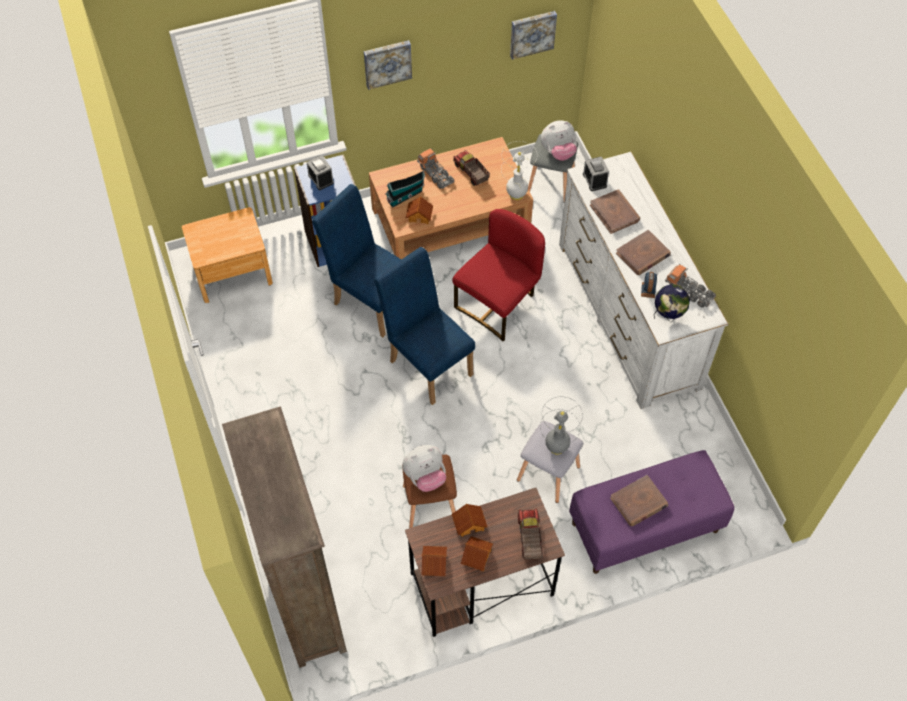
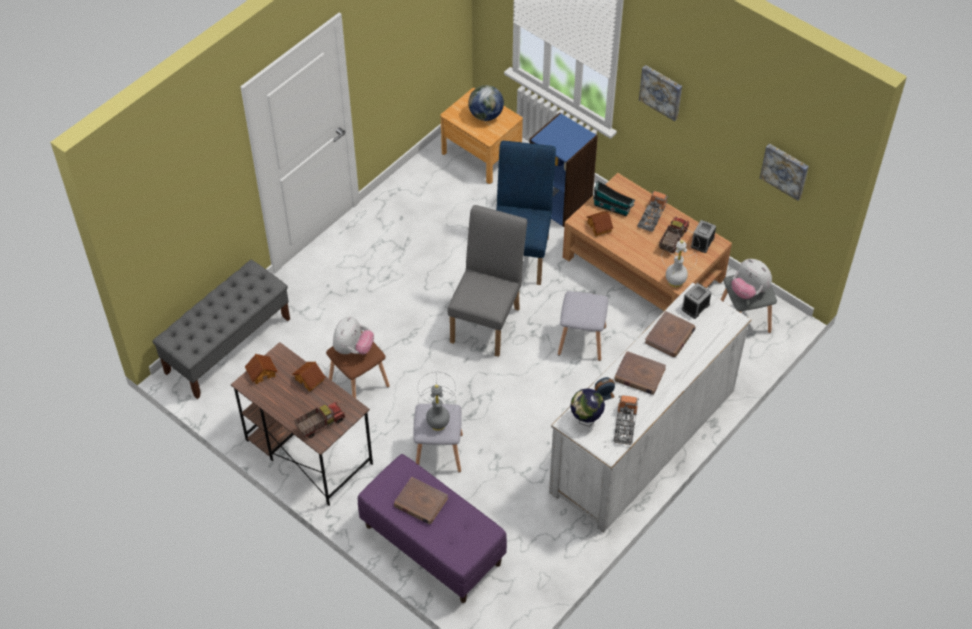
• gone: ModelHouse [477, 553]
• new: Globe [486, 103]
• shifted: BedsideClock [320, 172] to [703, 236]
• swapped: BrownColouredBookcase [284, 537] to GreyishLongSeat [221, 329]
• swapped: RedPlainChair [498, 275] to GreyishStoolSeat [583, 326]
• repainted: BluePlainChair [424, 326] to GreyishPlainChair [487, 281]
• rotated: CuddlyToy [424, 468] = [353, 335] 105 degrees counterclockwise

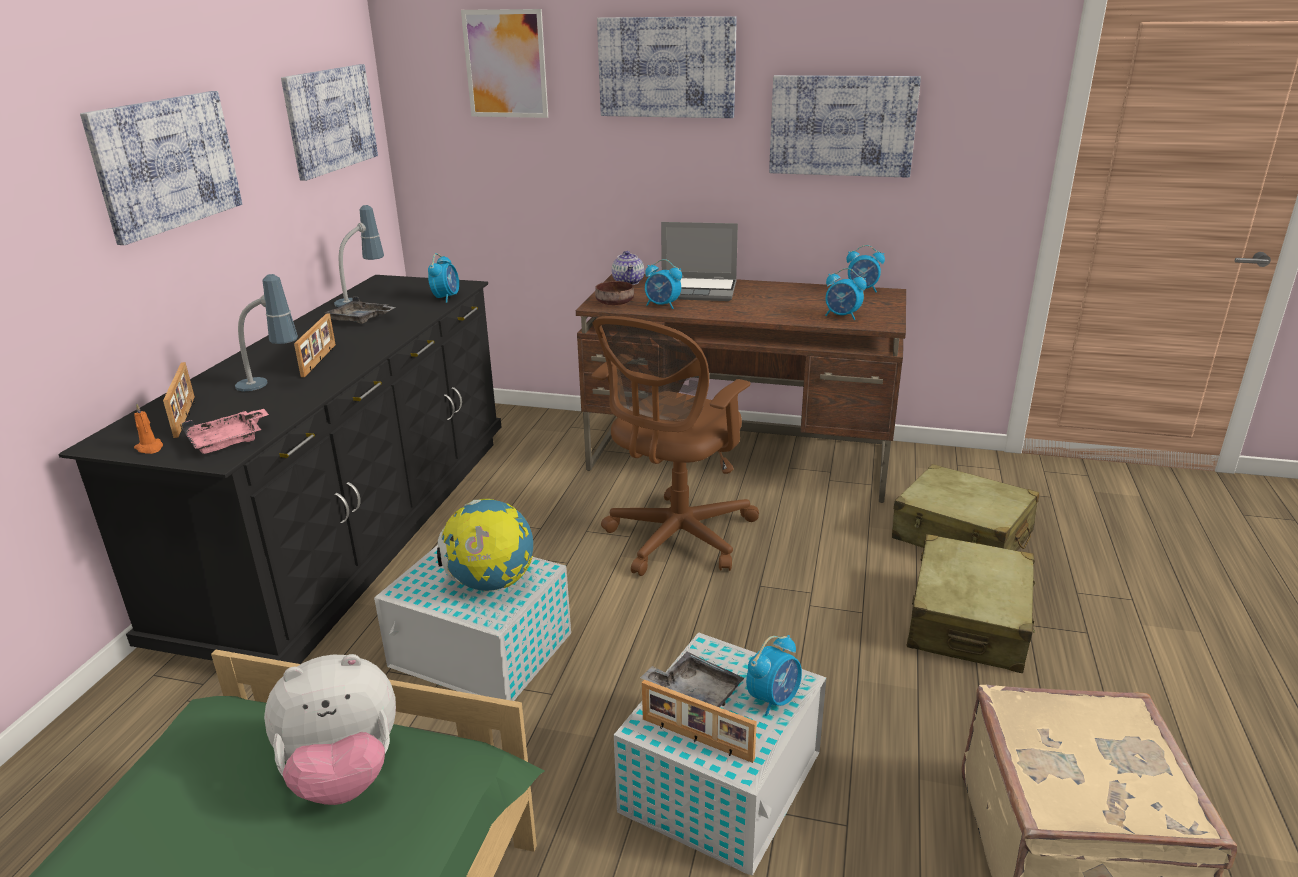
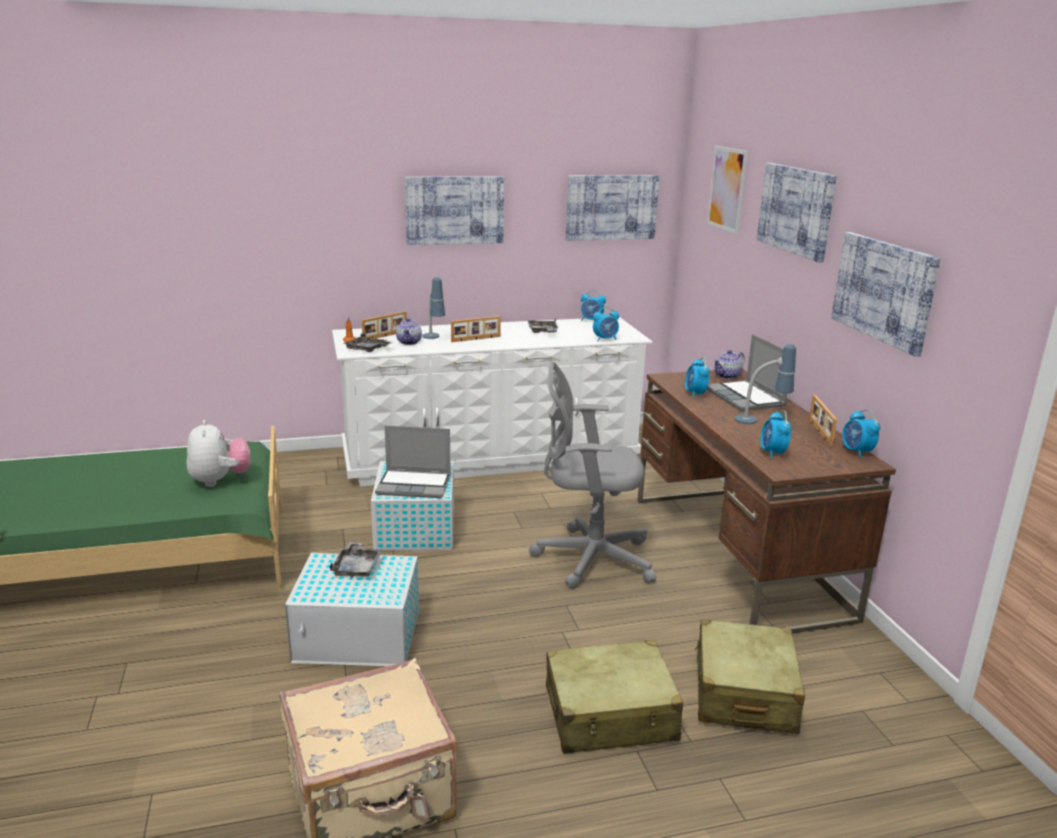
• gone: BrownColouredBowl [614, 293]
• new: Teapot [409, 331]
• shifted: TabletopLamp [359, 256] to [765, 384]
• shifted: PhotoFrame [699, 721] to [823, 420]
• shifted: BedsideClock [774, 675] to [593, 305]
• swapped: Globe [485, 545] to PortableComputer [413, 462]
• repainted: BlackishDrawerChest [279, 469] to WhiteColouredDrawerChest [492, 402]
• repainted: PinkColouredCarryingTray [225, 431] to GreyishCarryingTray [368, 342]
• repainted: BrownColouredComputerChair [675, 446] to GreyishComputerChair [592, 475]
• rotated: CuddlyToy [330, 729] = [219, 453] 150 degrees counterclockwise

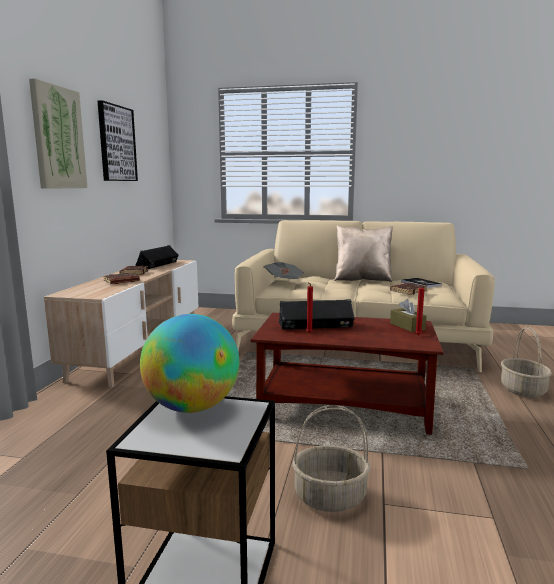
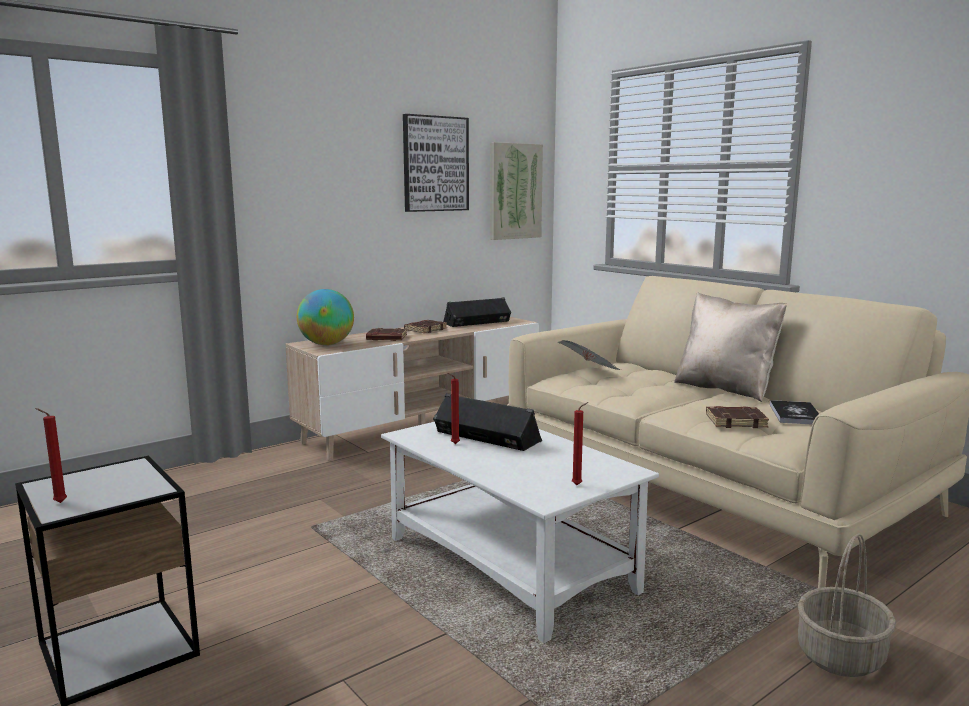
• gone: HouseholdBasket [331, 458]
• gone: BrownColouredBoxOfTissues [408, 315]
• new: RedCandle [51, 455]
• shifted: WallPicture [58, 133] to [516, 191]
• shifted: Globe [189, 363] to [325, 317]
• repainted: BrownColouredCoffeeTable [347, 374] to WhiteColouredCoffeeTable [520, 532]

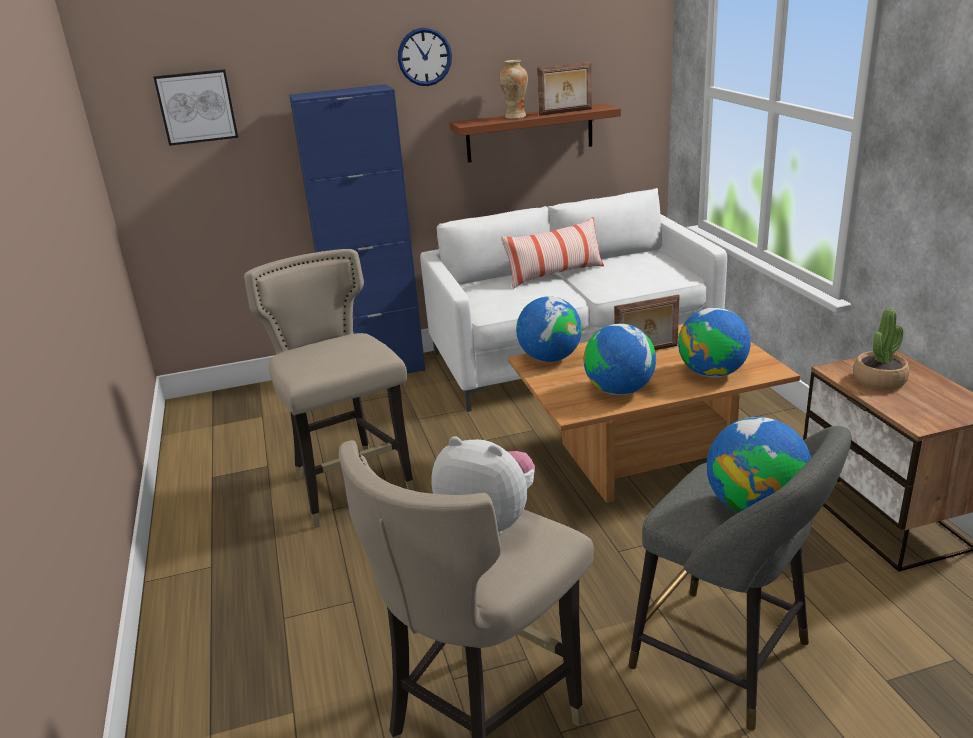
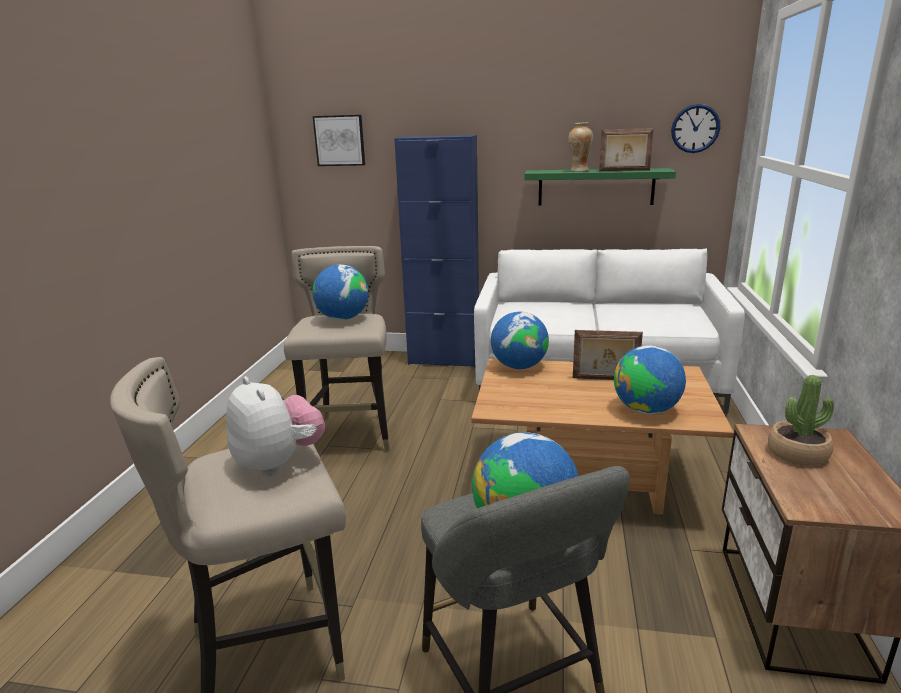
• gone: ThrowPillow [552, 253]
• shifted: ClockOnTheWall [425, 57] to [695, 128]
• shifted: Globe [620, 359] to [340, 292]
• repainted: BrownColouredShelf [535, 133] to GreenShelf [600, 187]

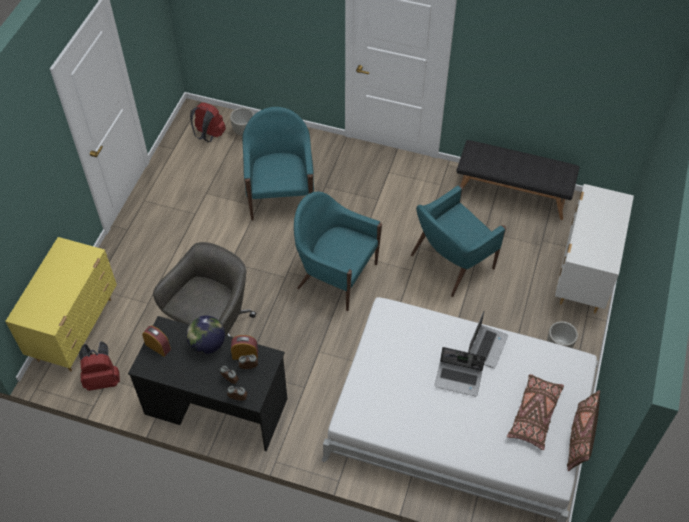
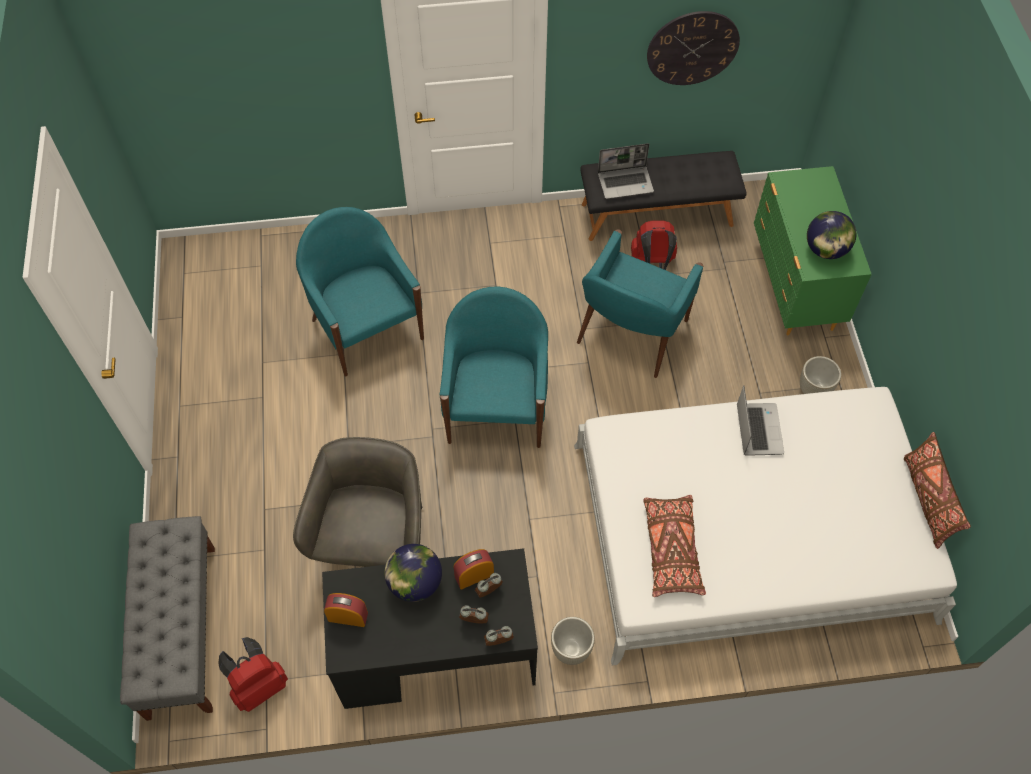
• new: ClockOnTheWall [693, 48]
• new: Globe [831, 235]
• shifted: RedKnapsack [208, 122] to [654, 245]
• shifted: GreyishFlowerPot [242, 122] to [573, 641]
• shifted: PortableComputer [460, 371] to [626, 171]
• shifted: BrownColouredThrowPillow [535, 412] to [674, 546]
• swapped: YellowDrawerChest [61, 304] to GreyishLongSeat [167, 618]
• repainted: WhiteColouredDrawerChest [594, 248] to GreenDrawerChest [813, 250]
• rotated: TurquoiseEasyChair [338, 251] = [494, 367] 90 degrees clockwise

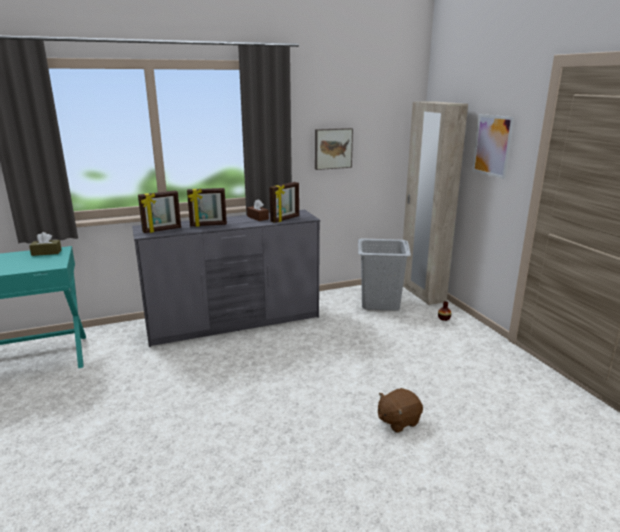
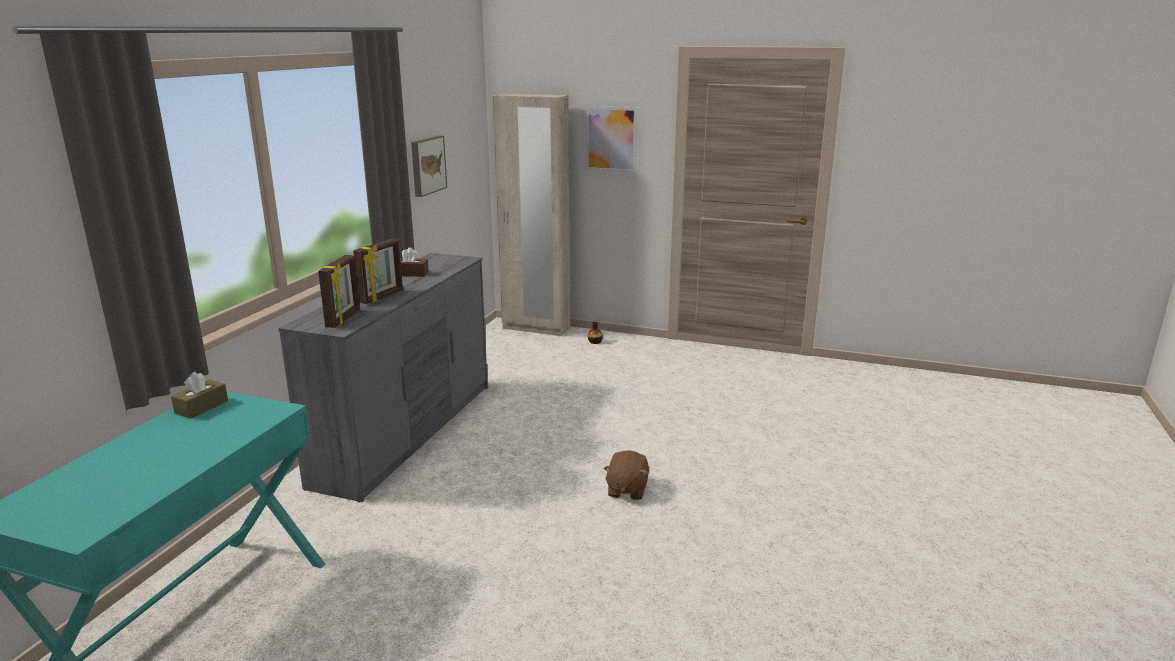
• gone: PhotoFrame [284, 202]
• gone: GreyishLaundryBasket [384, 274]
• shifted: BrownColouredCuddlyToy [400, 410] to [626, 475]

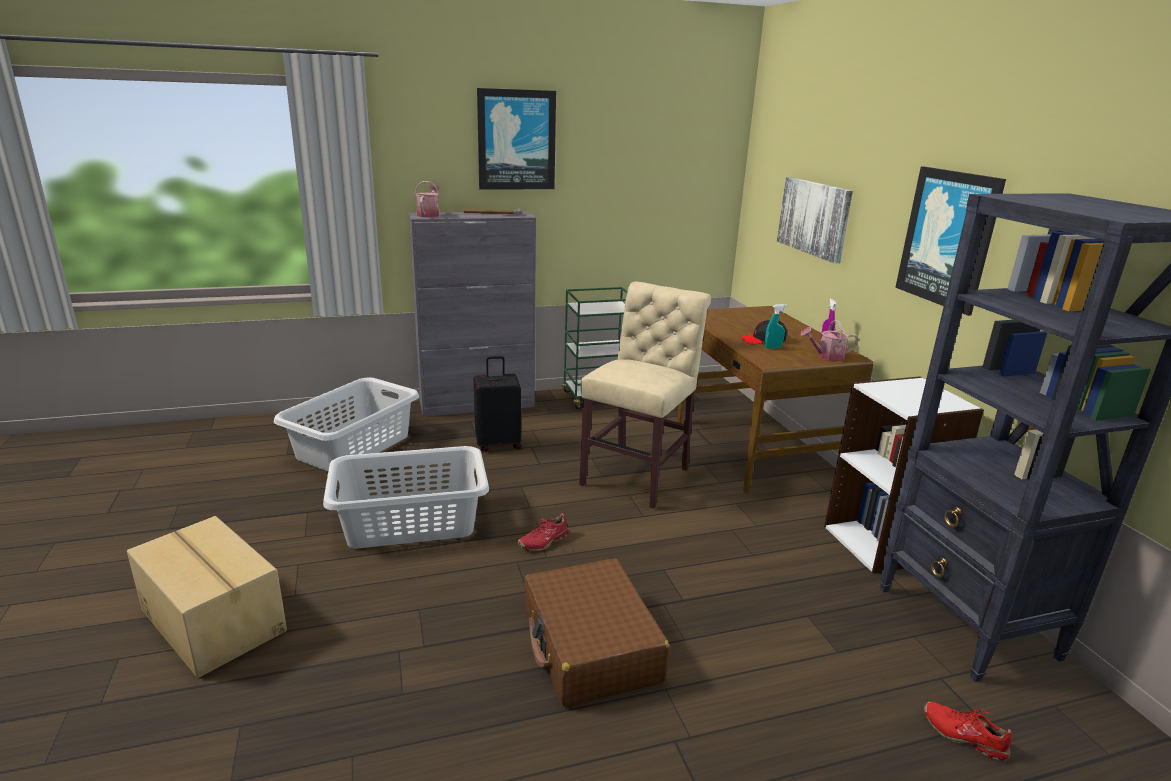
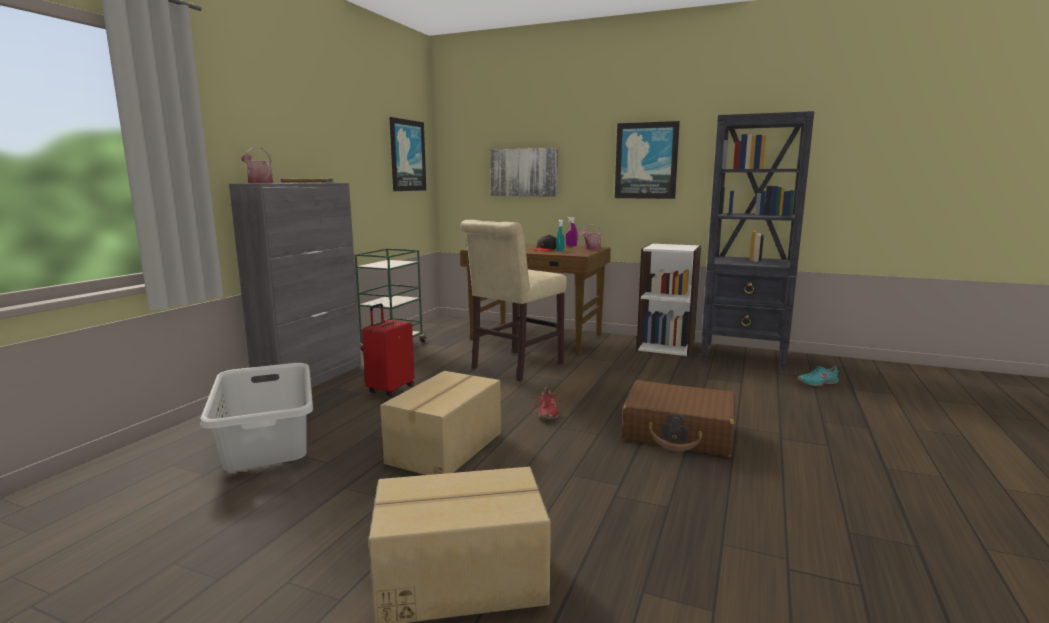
• shifted: WallPicture [516, 138] to [407, 154]
• swapped: GreyishLaundryBasket [406, 497] to PackingBox [440, 423]
• repainted: BlackishSuitcase [497, 404] to RedSuitcase [388, 350]
• repainted: RedShoe [968, 731] to TurquoiseShoe [818, 376]
• rotated: BeigeColouredPlainChair [645, 395] = [513, 301] 120 degrees counterclockwise

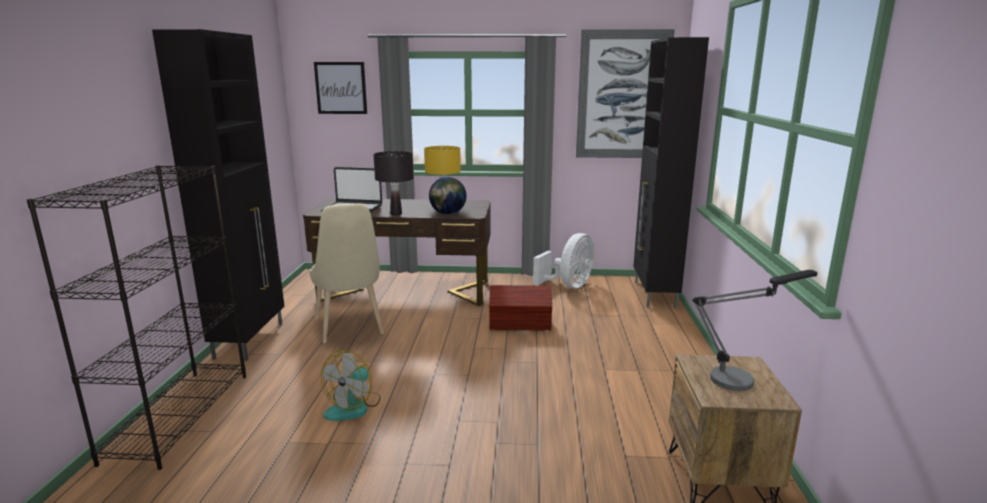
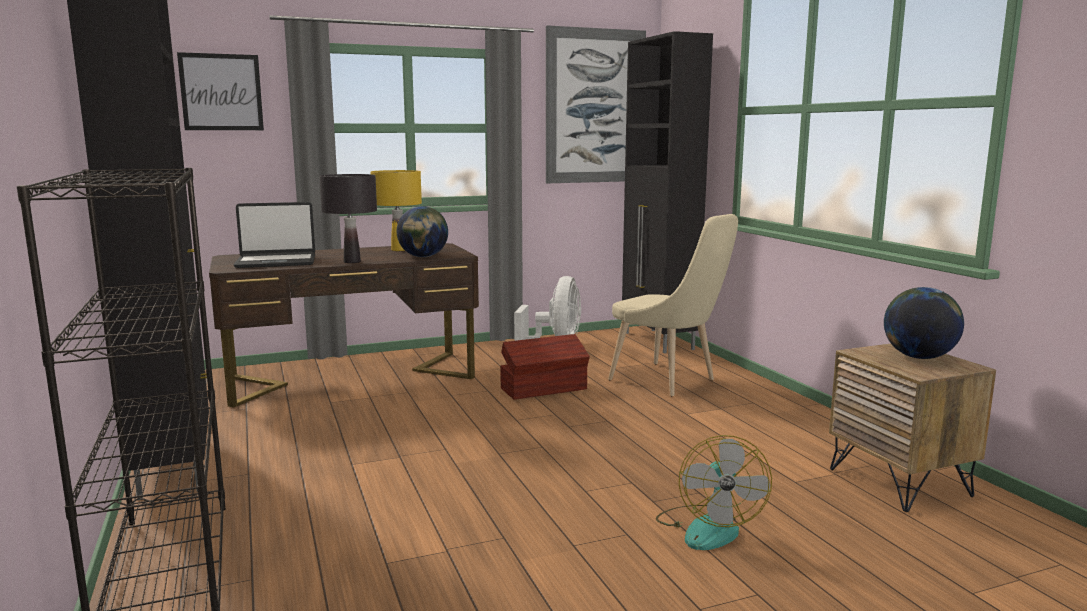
• shifted: BeigeColouredPlainChair [346, 273] to [673, 305]
• shifted: ElectricFan [351, 385] to [714, 492]
• swapped: TabletopLamp [754, 330] to Globe [924, 323]

